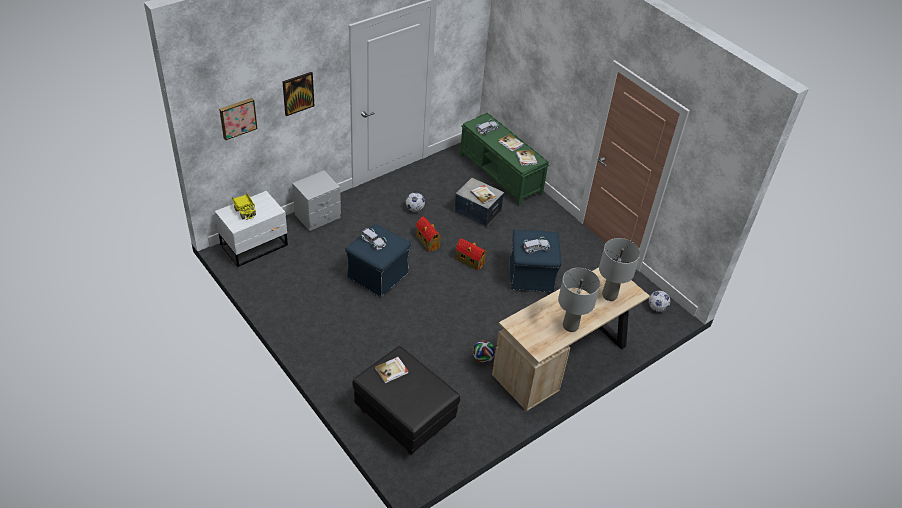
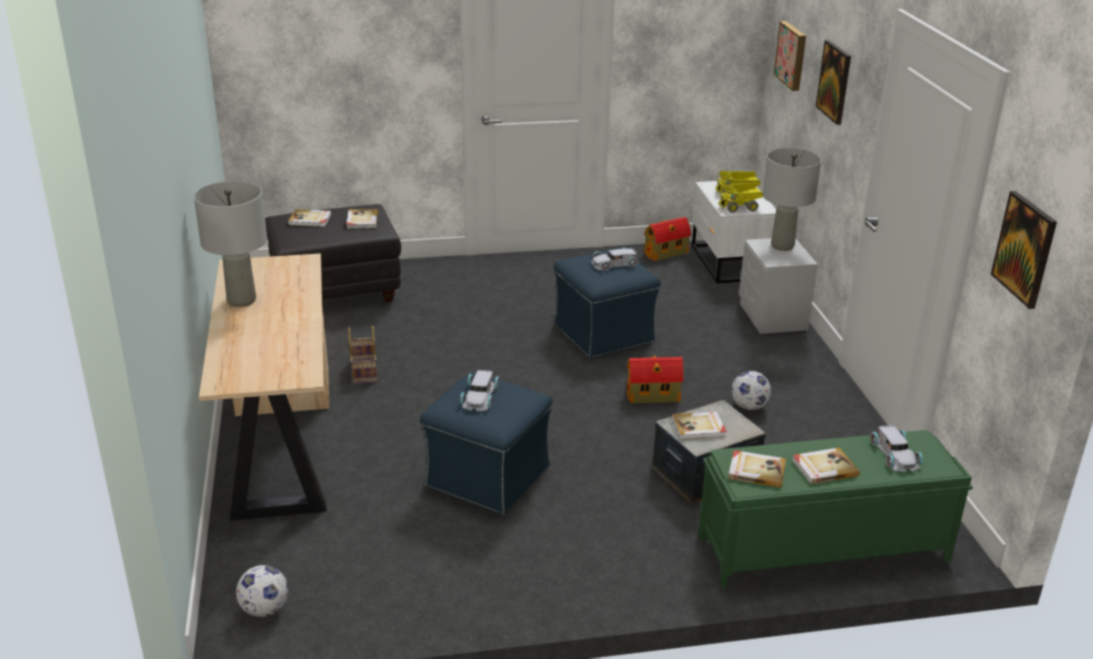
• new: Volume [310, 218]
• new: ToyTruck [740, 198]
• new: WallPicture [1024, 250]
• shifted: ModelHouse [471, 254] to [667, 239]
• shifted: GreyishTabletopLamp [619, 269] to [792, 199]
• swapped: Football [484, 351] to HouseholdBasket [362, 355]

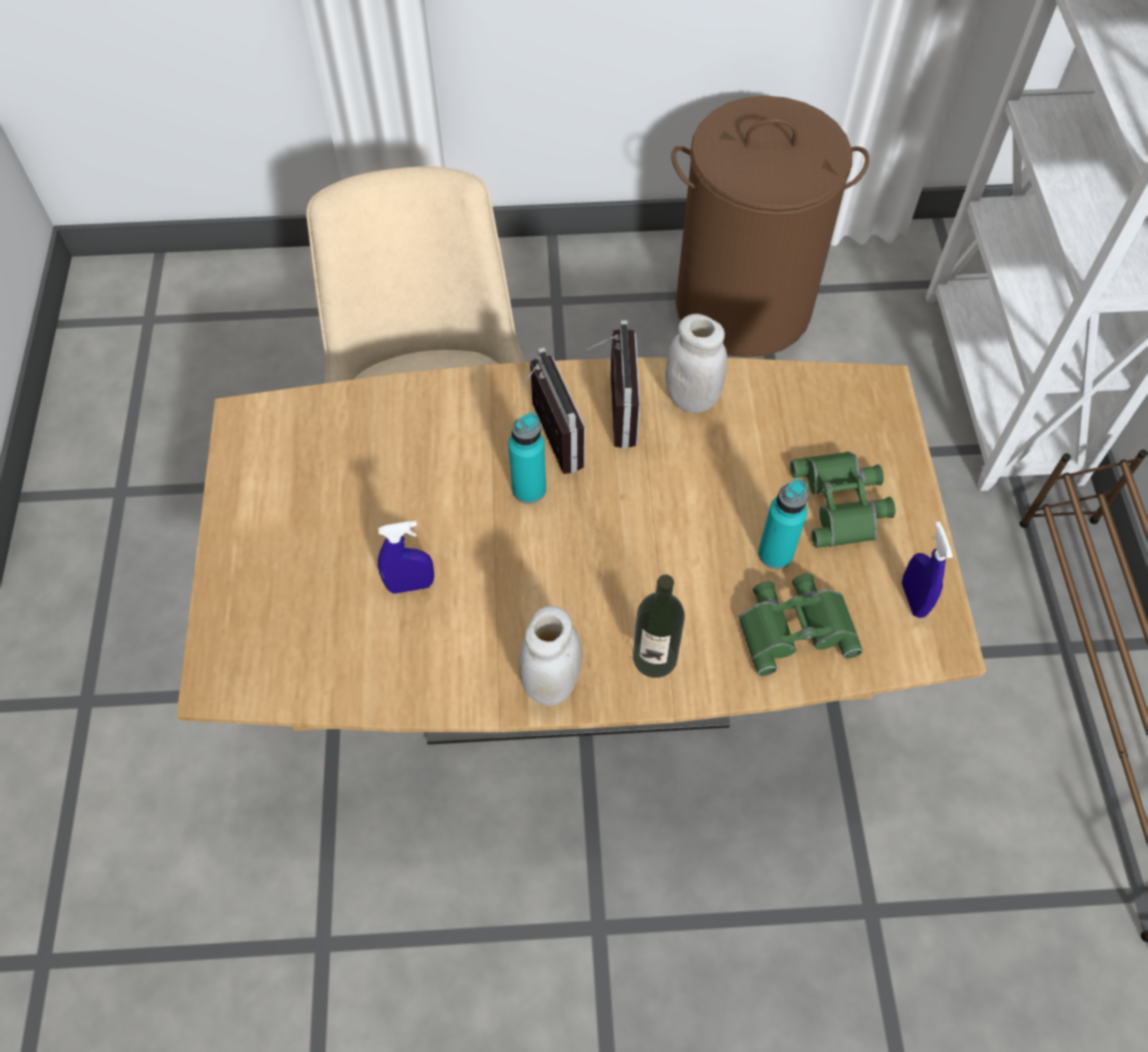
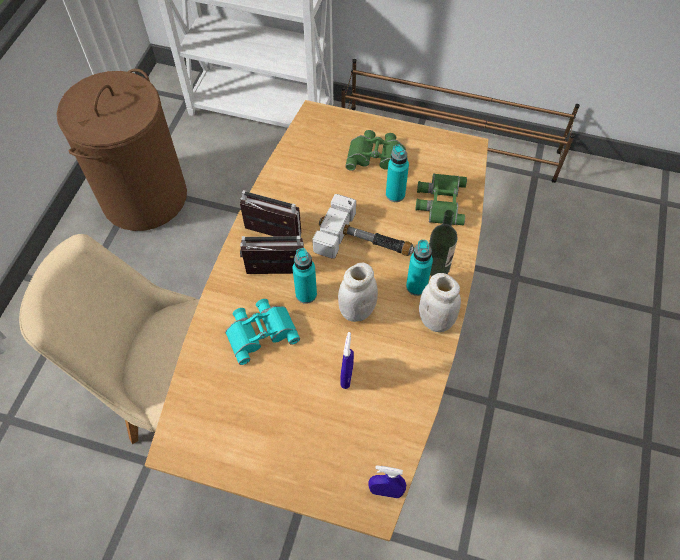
• new: TurquoiseFieldGlasses [262, 332]
• new: ToolHammer [363, 226]
• new: TurquoiseBottle [419, 268]
• shifted: WhiteColouredPreserveJar [696, 363] to [358, 292]
• shifted: BlueHandSprayer [927, 570] to [387, 481]

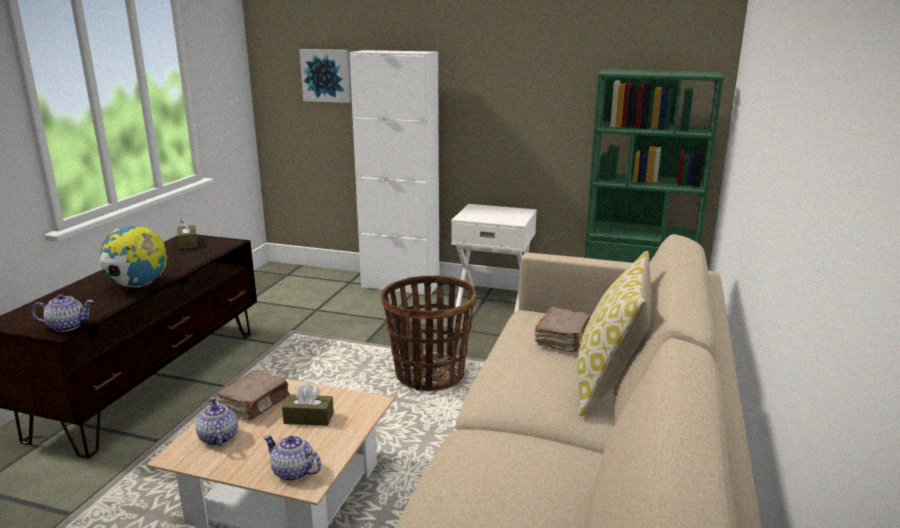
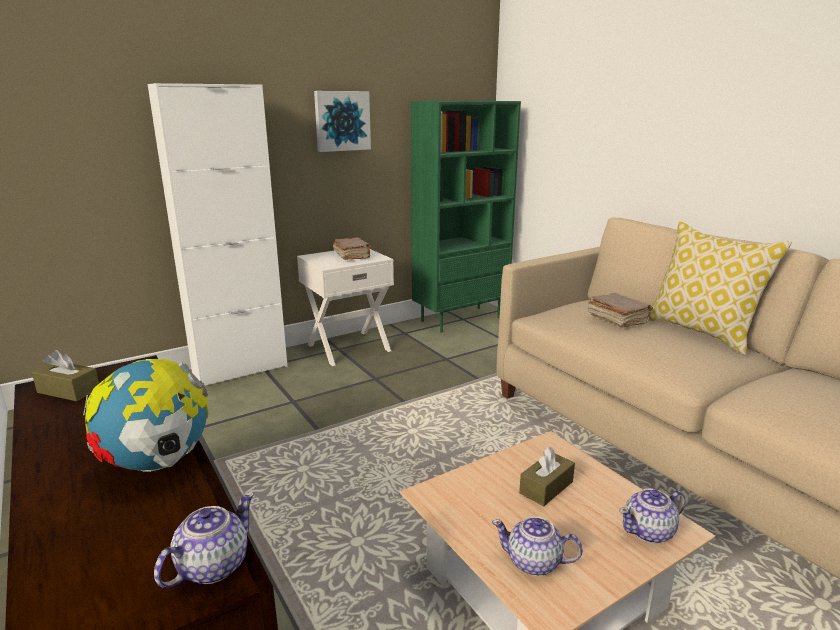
• gone: HouseholdBasket [428, 333]
• shifted: BrownColouredVolume [253, 395] to [352, 248]
• shifted: WallPicture [325, 76] to [342, 121]

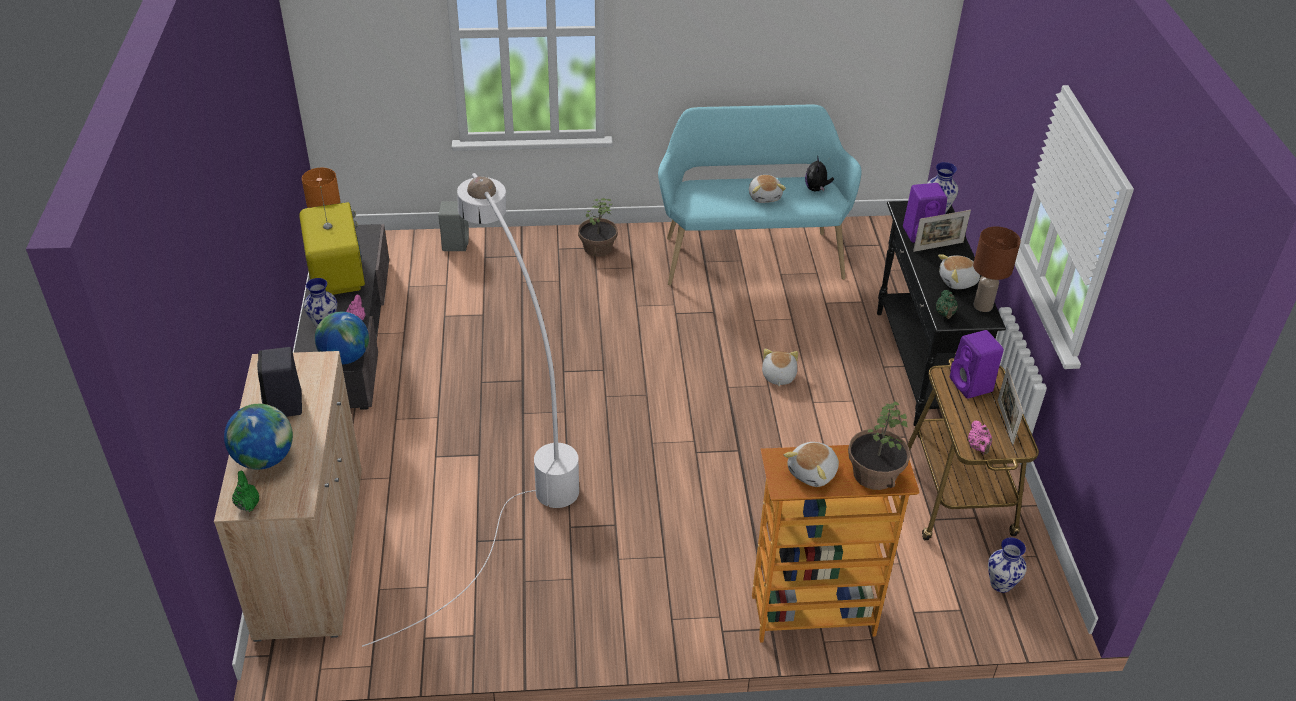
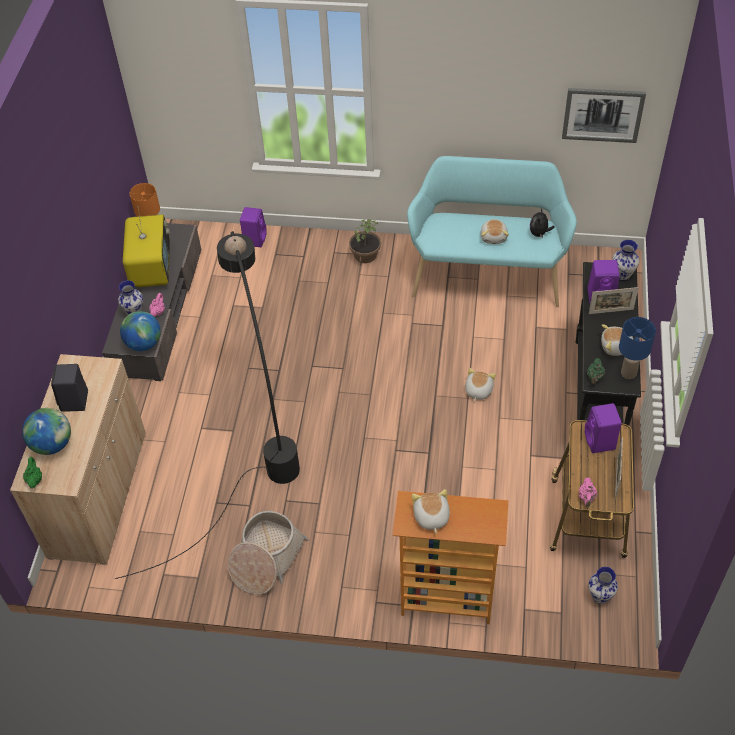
• gone: PottedPlant [879, 445]
• new: HouseholdBasket [268, 553]
• new: WallPicture [604, 115]
• repainted: WhiteColouredFloorLamp [470, 410] to BlackishFloorLamp [207, 405]
• repainted: GreyishAudioSpeaker [453, 226] to PurplishAudioSpeaker [253, 227]
• repainted: BrownColouredTabletopLamp [997, 269] to BlueTabletopLamp [637, 348]
• rotated: CuddlyToy [811, 464] = [431, 511] 120 degrees clockwise

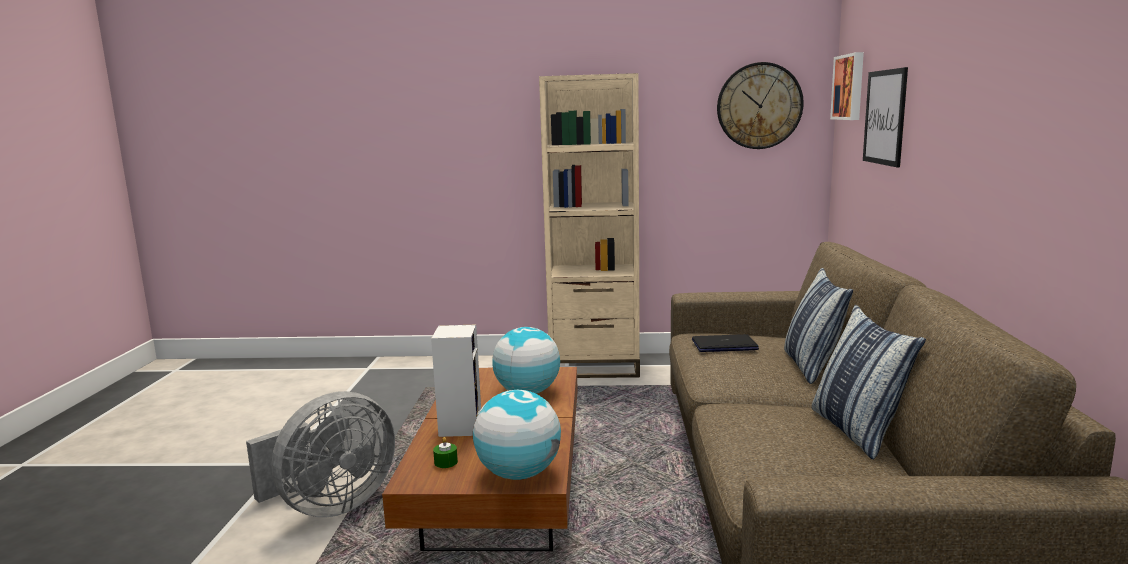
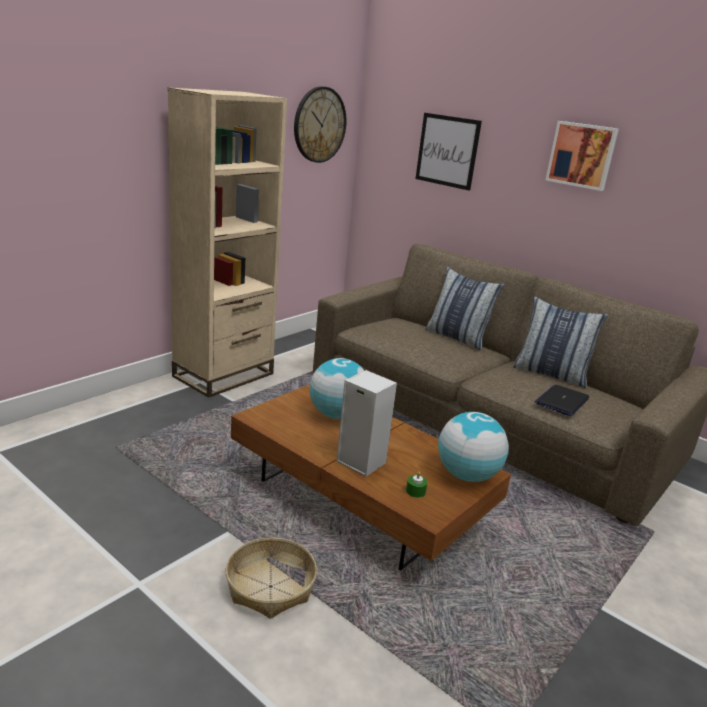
• shifted: PortableComputer [725, 343] to [562, 400]
• shifted: WallPicture [847, 86] to [582, 156]
• swapped: GreyishElectricFan [320, 454] to HouseholdBasket [271, 578]

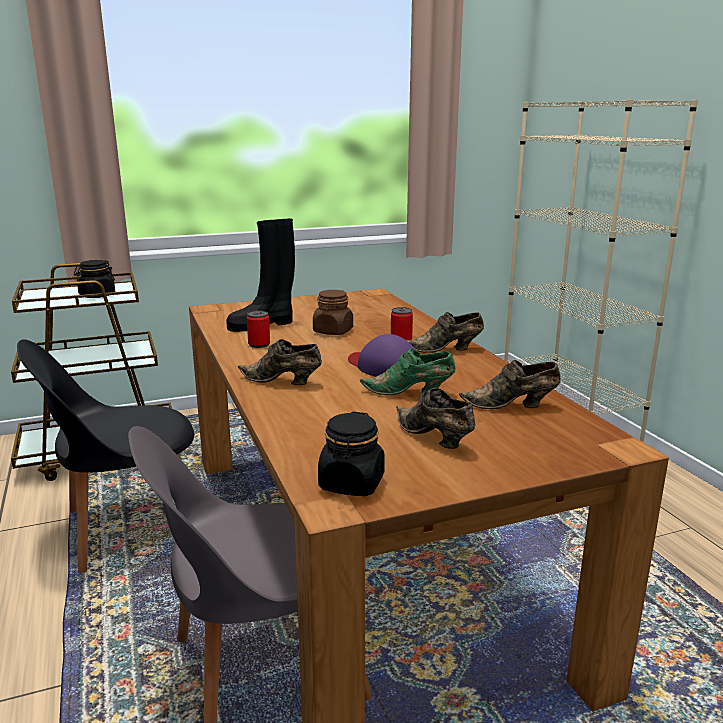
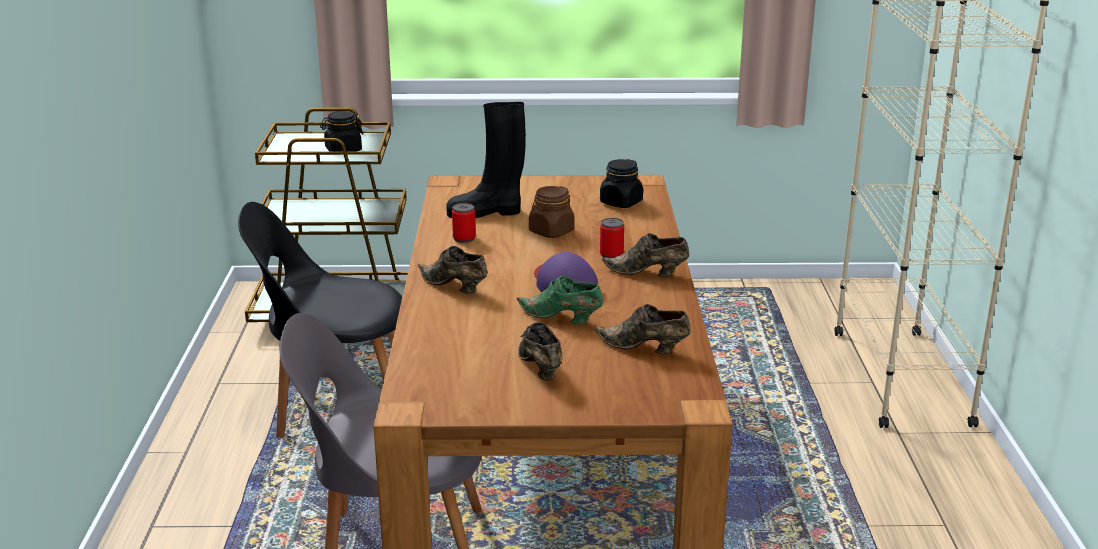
• shifted: BlackishPreserveJar [351, 454] to [621, 183]

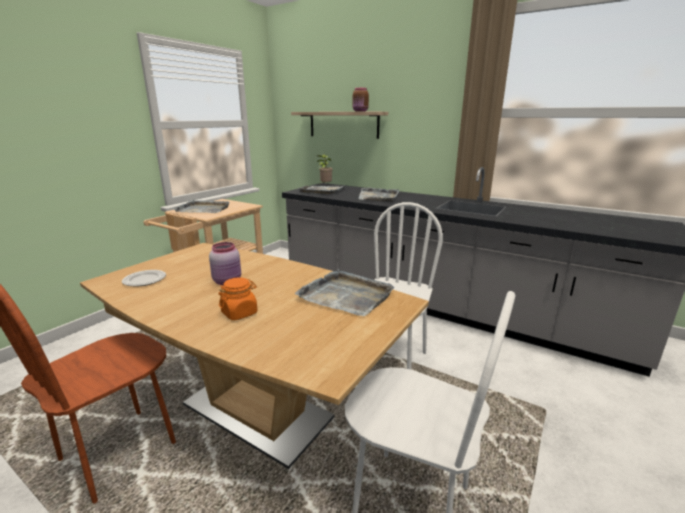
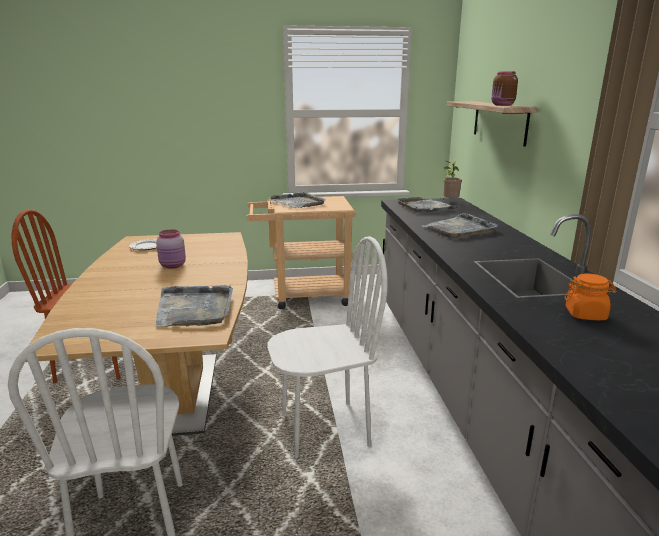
• shifted: OrangeColouredPreserveJar [237, 298] to [591, 296]

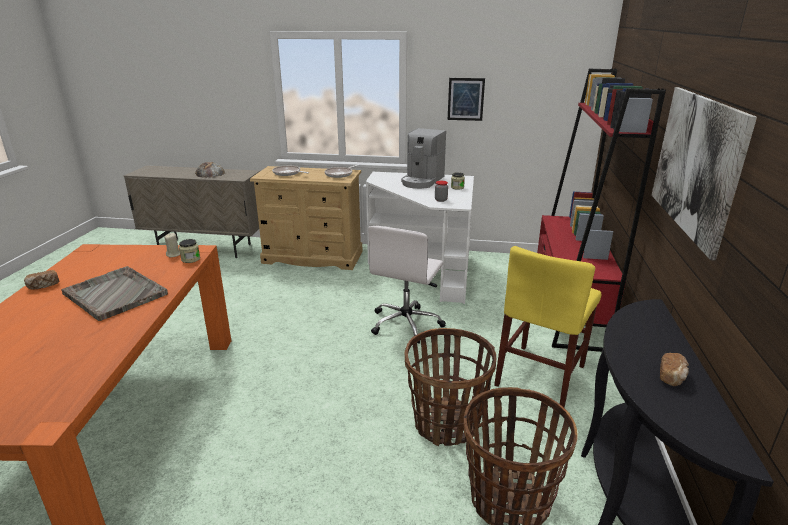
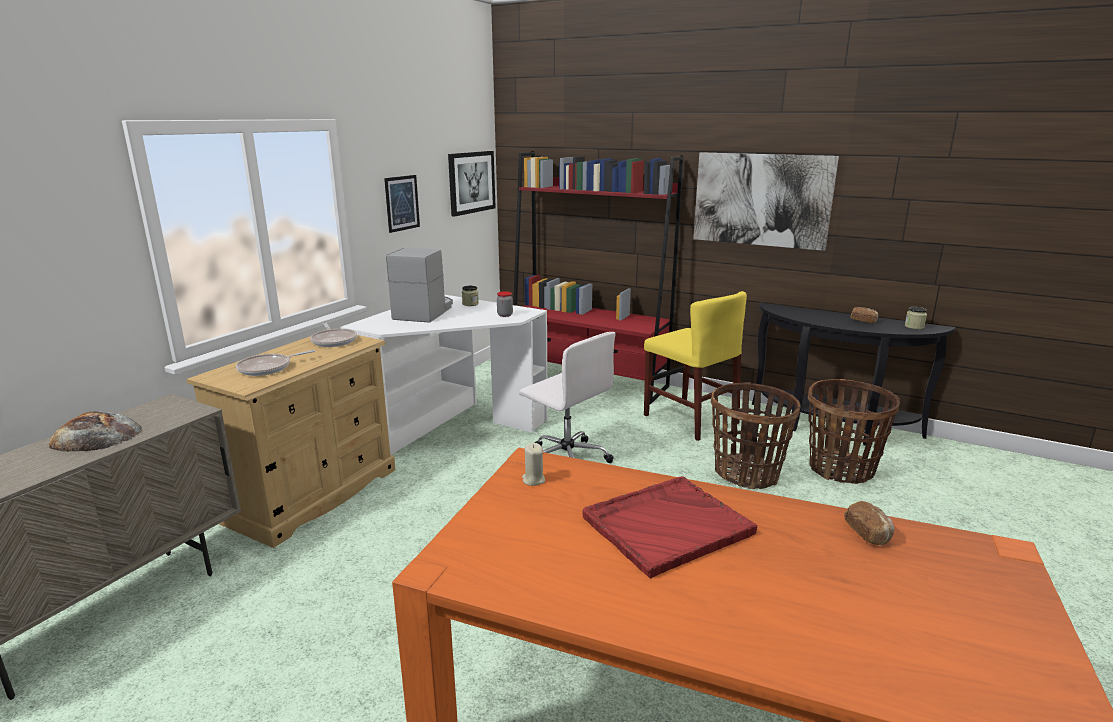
• new: WallPicture [472, 184]
• shifted: BakeryBread [41, 280] to [869, 523]
• shifted: PreserveJar [189, 251] to [916, 318]
• repainted: GreyishCarryingTray [114, 293] to RedCarryingTray [670, 527]
• rotated: CoffeeMaker [423, 158] = [419, 285] 120 degrees counterclockwise

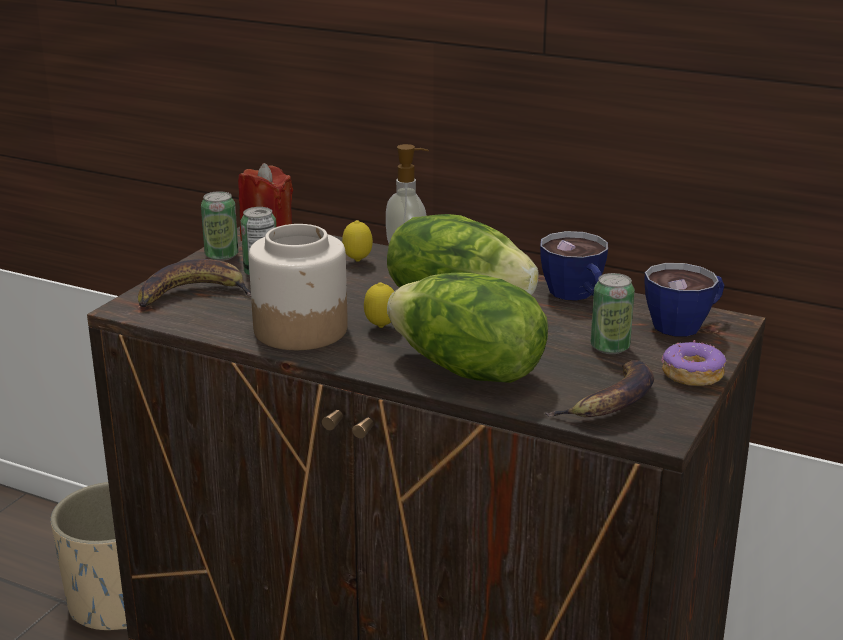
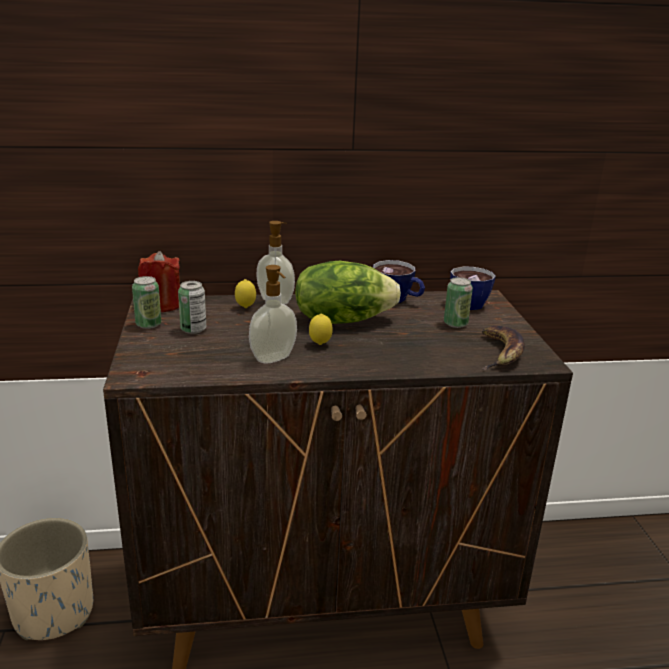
• gone: WholeBanana [194, 283]
• gone: LettuceHead [467, 327]
• gone: Donut [693, 363]
• swapped: PreserveJar [298, 287] to SoapDispenser [273, 314]

